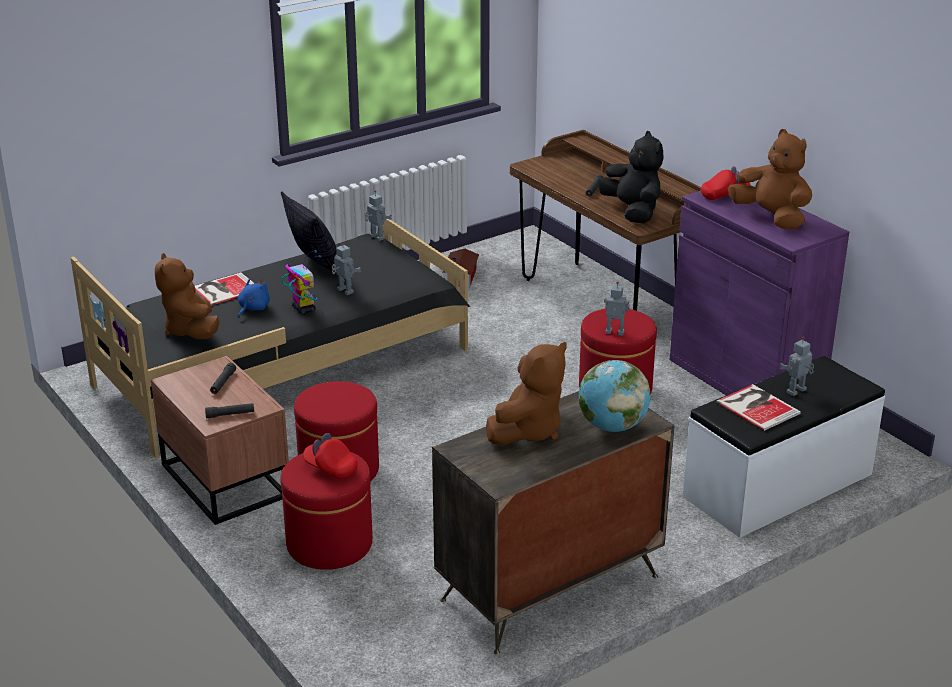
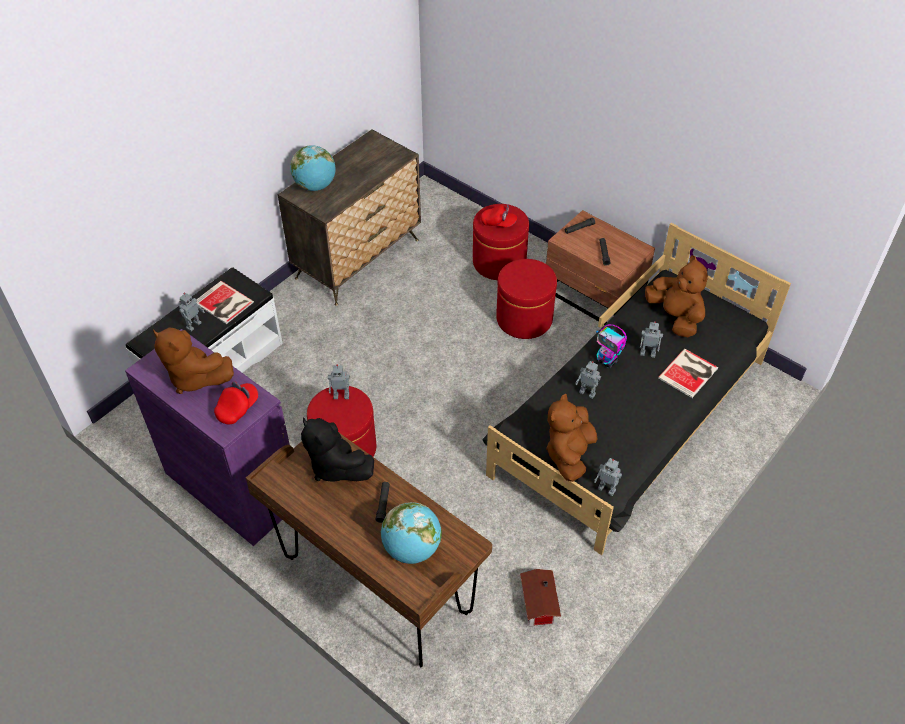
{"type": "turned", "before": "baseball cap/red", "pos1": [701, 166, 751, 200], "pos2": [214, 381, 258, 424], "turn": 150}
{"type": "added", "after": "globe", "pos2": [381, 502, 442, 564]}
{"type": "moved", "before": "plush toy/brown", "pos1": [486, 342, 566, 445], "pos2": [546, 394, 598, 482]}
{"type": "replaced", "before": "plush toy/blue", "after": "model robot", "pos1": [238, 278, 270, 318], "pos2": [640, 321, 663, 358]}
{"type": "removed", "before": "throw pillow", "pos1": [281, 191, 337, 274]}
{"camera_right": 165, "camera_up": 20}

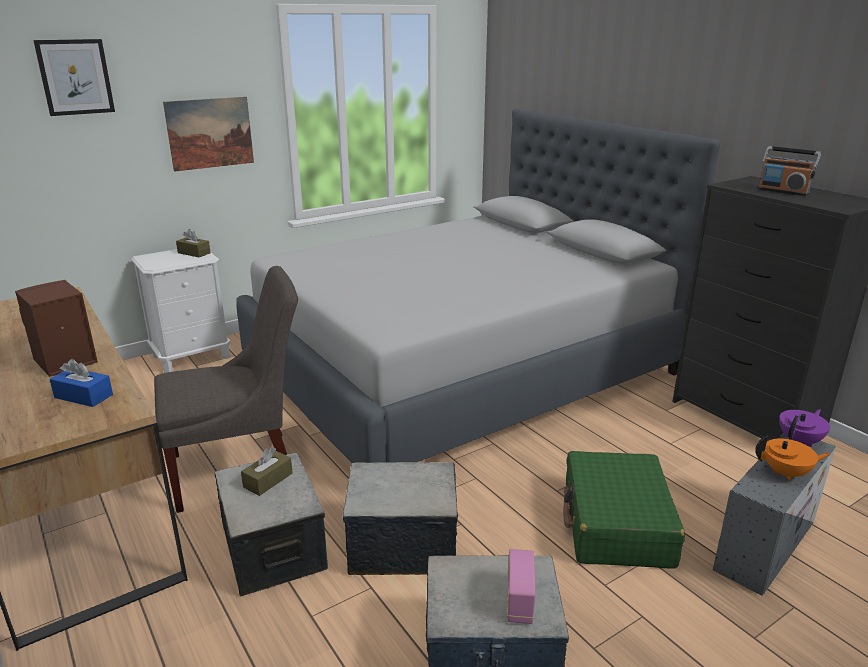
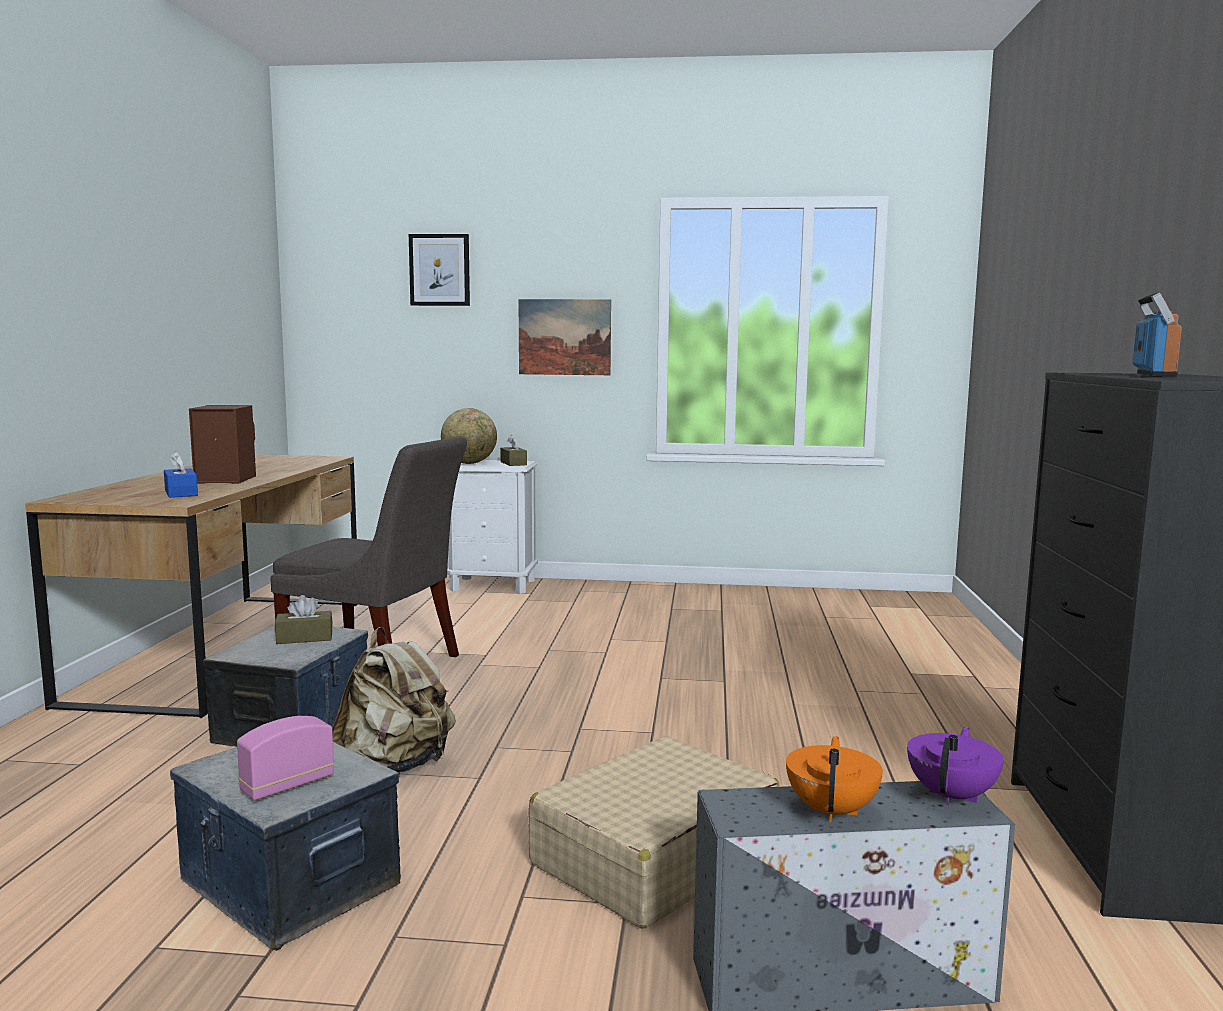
{"type": "replaced", "before": "storage box", "after": "knapsack/beige-coloured", "pos1": [343, 462, 458, 575], "pos2": [332, 627, 456, 772]}
{"type": "added", "after": "globe", "pos2": [441, 408, 497, 464]}
{"type": "recoloured", "before": "suitcase/green", "after": "suitcase/beige-coloured", "pos1": [564, 451, 685, 569], "pos2": [528, 736, 780, 928]}
{"type": "turned", "before": "teapot/orange", "pos1": [755, 436, 831, 481], "pos2": [786, 736, 883, 822], "turn": -120}
{"type": "turned", "before": "teapot/purple", "pos1": [779, 409, 830, 447], "pos2": [907, 727, 1004, 805], "turn": -60}
{"type": "turned", "before": "radio", "pos1": [758, 146, 821, 196], "pos2": [1132, 293, 1182, 377], "turn": -150}
{"type": "removed", "before": "sleeping bed/gray", "pos1": [236, 108, 720, 463]}
{"camera_right": 40, "camera_up": -15}

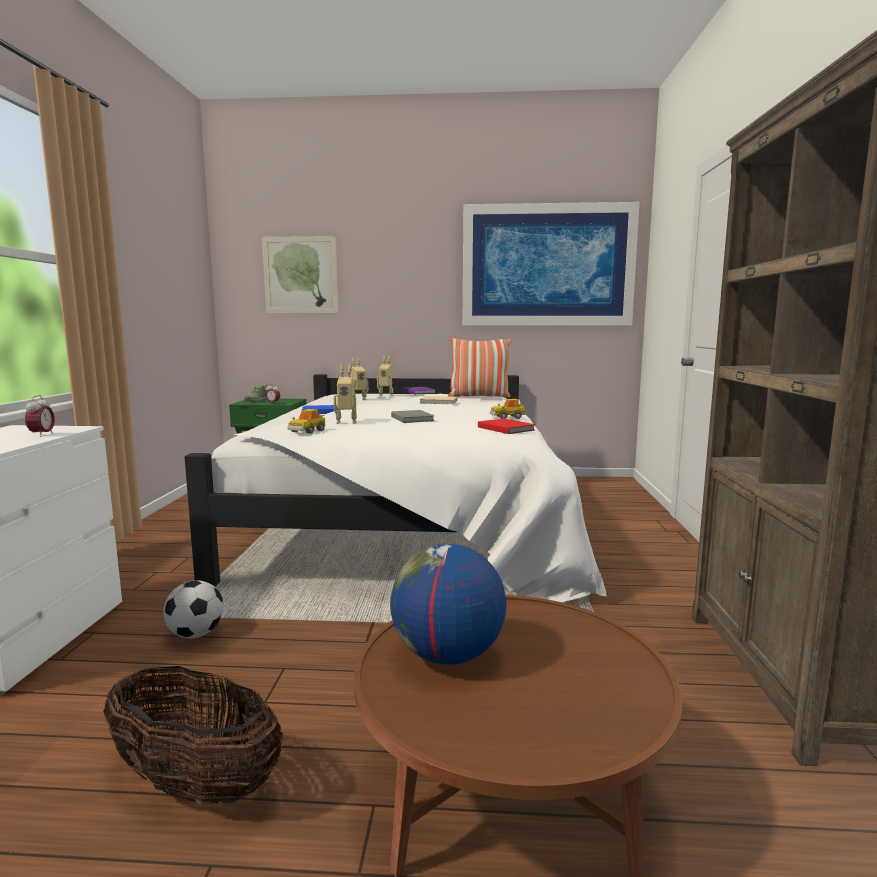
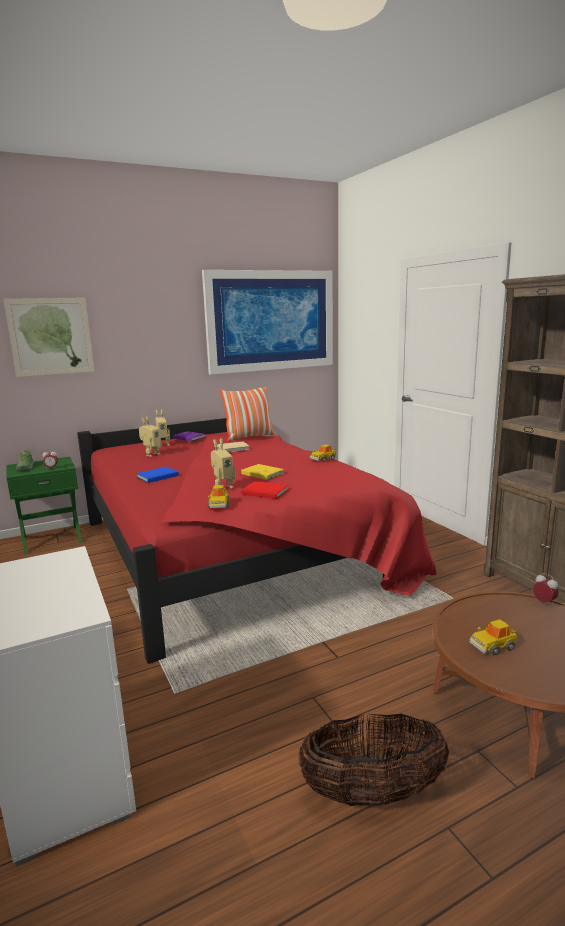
{"type": "recoloured", "before": "sleeping bed/white", "after": "sleeping bed/red", "pos1": [185, 374, 607, 602], "pos2": [77, 418, 436, 664]}
{"type": "recoloured", "before": "volume/gray", "after": "volume/yellow-coloured", "pos1": [391, 410, 434, 423], "pos2": [241, 464, 284, 480]}
{"type": "moved", "before": "volume/red", "pos1": [478, 418, 536, 434], "pos2": [242, 481, 289, 499]}
{"type": "replaced", "before": "globe", "after": "model car", "pos1": [390, 544, 506, 665], "pos2": [470, 619, 517, 656]}
{"type": "moved", "before": "alarm clock", "pos1": [25, 395, 55, 437], "pos2": [533, 573, 559, 605]}
{"type": "removed", "before": "football", "pos1": [163, 580, 224, 638]}
{"camera_right": -30, "camera_up": 5}

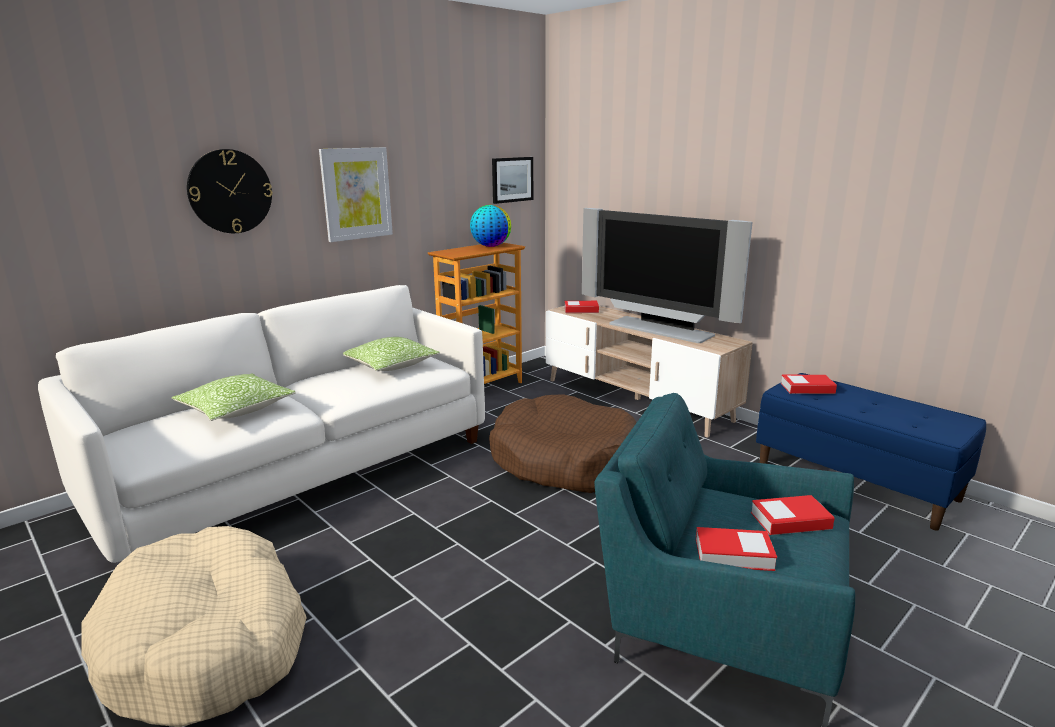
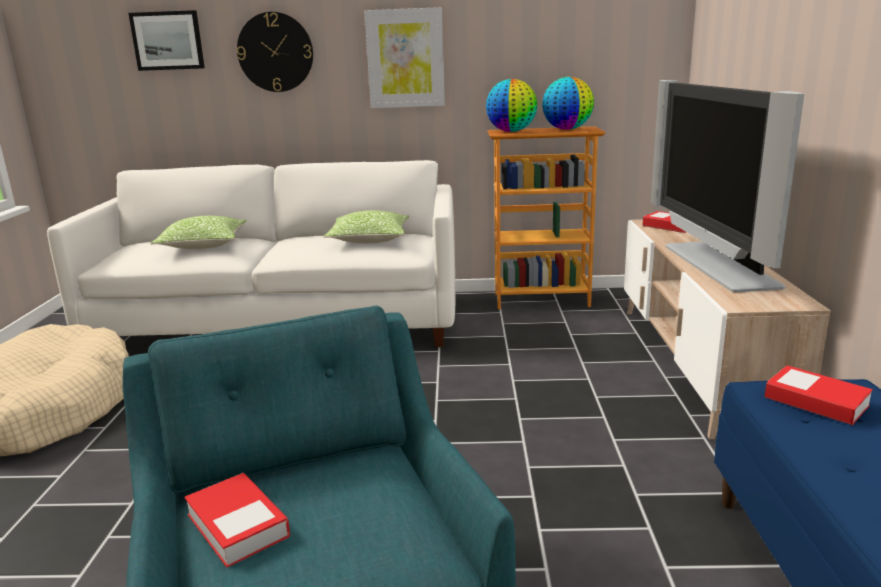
{"type": "moved", "before": "wall picture", "pos1": [492, 157, 533, 204], "pos2": [128, 10, 205, 71]}
{"type": "added", "after": "globe", "pos2": [486, 79, 537, 132]}
{"type": "removed", "before": "dog bed/brown", "pos1": [489, 394, 637, 493]}
{"type": "removed", "before": "volume", "pos1": [751, 495, 835, 535]}
{"camera_right": 45, "camera_up": 0}

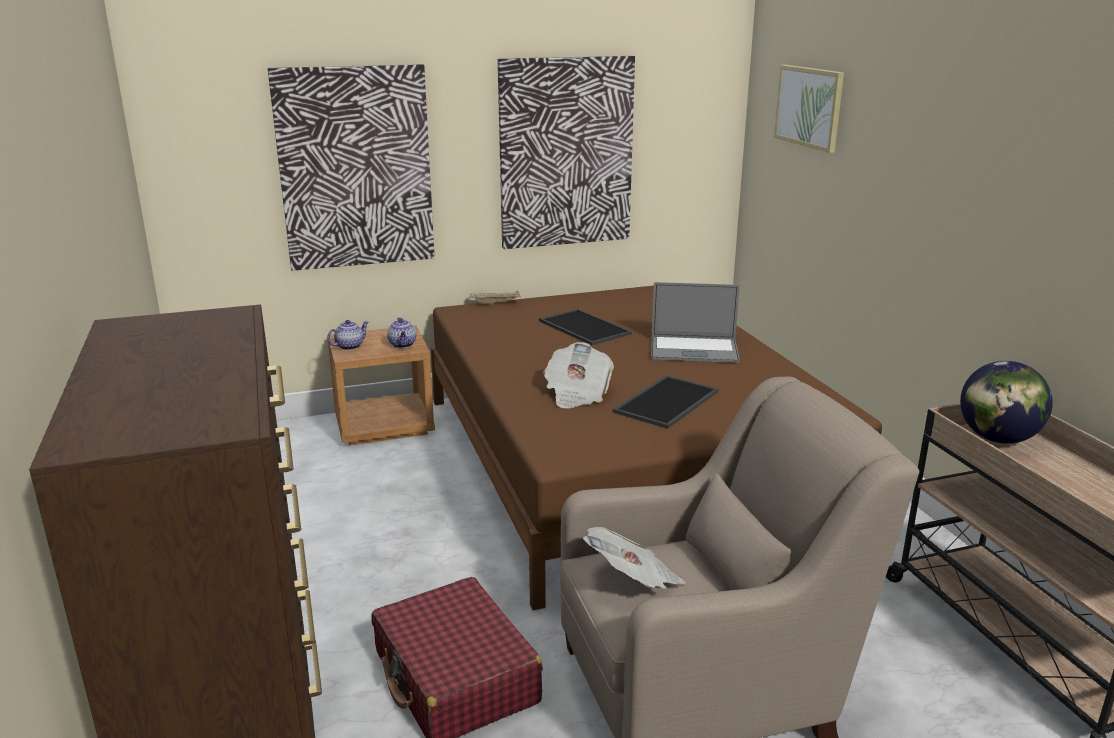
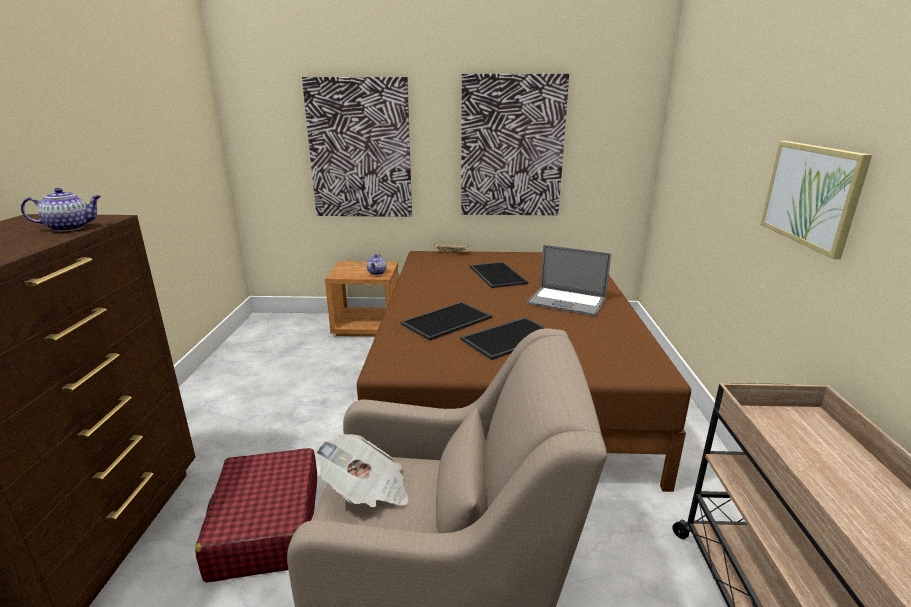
{"type": "moved", "before": "teapot", "pos1": [327, 320, 369, 350], "pos2": [21, 188, 101, 232]}
{"type": "replaced", "before": "newspaper", "after": "tray", "pos1": [544, 342, 614, 408], "pos2": [401, 302, 492, 341]}
{"type": "moved", "before": "wall picture", "pos1": [774, 65, 844, 153], "pos2": [760, 141, 872, 259]}
{"type": "removed", "before": "globe", "pos1": [960, 361, 1053, 444]}
{"camera_right": 20, "camera_up": 0}

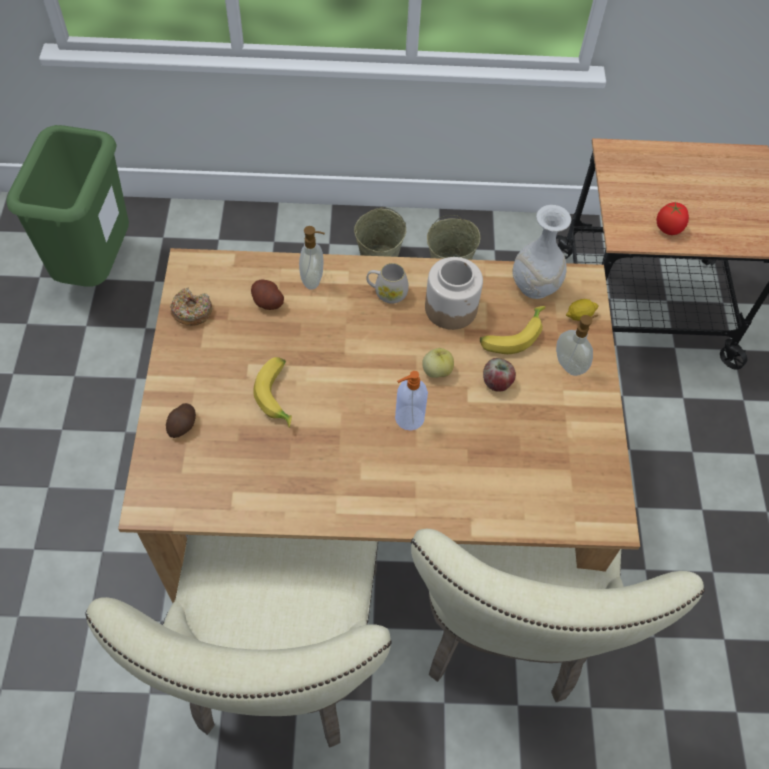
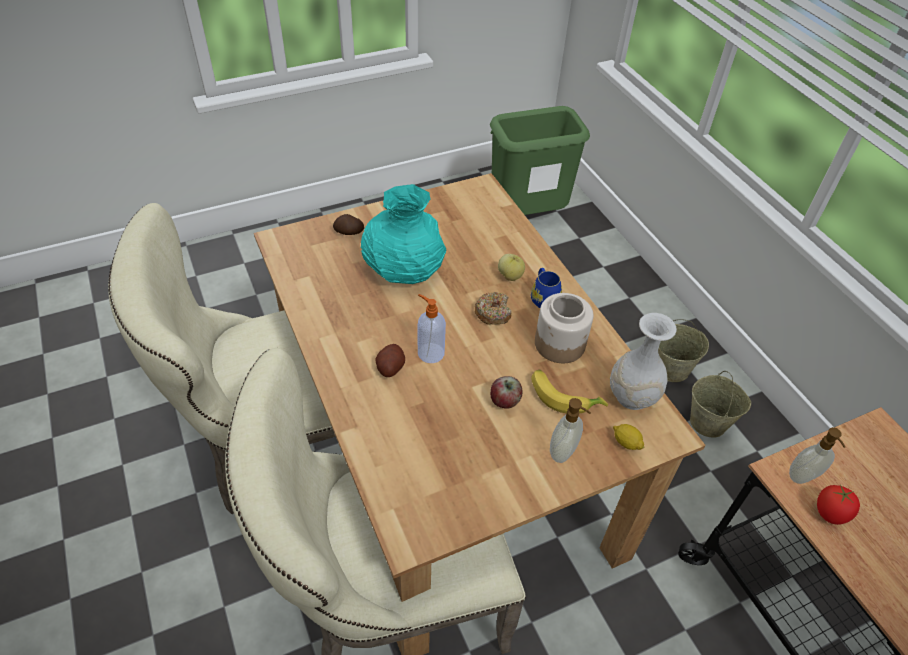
{"type": "replaced", "before": "banana fruit", "after": "decorative vase/blue-green", "pos1": [253, 357, 292, 427], "pos2": [361, 184, 446, 284]}
{"type": "moved", "before": "whole potato", "pos1": [251, 280, 284, 310], "pos2": [375, 344, 405, 377]}
{"type": "moved", "before": "doughnut", "pos1": [170, 288, 212, 326], "pos2": [475, 292, 512, 325]}
{"type": "moved", "before": "apple fruit", "pos1": [422, 348, 454, 378], "pos2": [498, 254, 525, 281]}
{"type": "recoloured", "before": "tea mug/white", "after": "tea mug/blue", "pos1": [366, 263, 409, 304], "pos2": [531, 268, 562, 308]}
{"type": "moved", "before": "soap dispenser", "pos1": [299, 226, 325, 290], "pos2": [789, 427, 845, 484]}
{"camera_right": 65, "camera_up": -10}

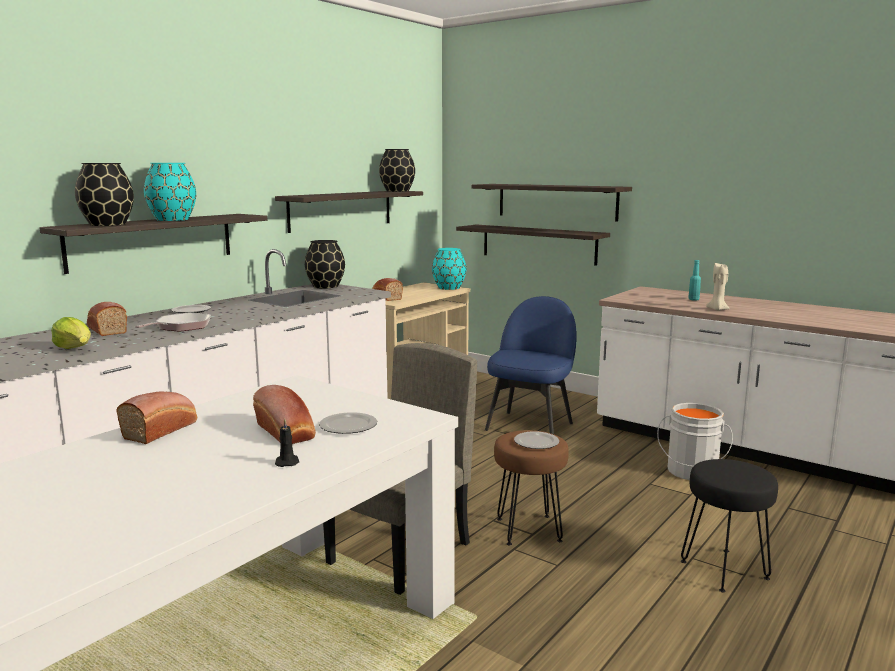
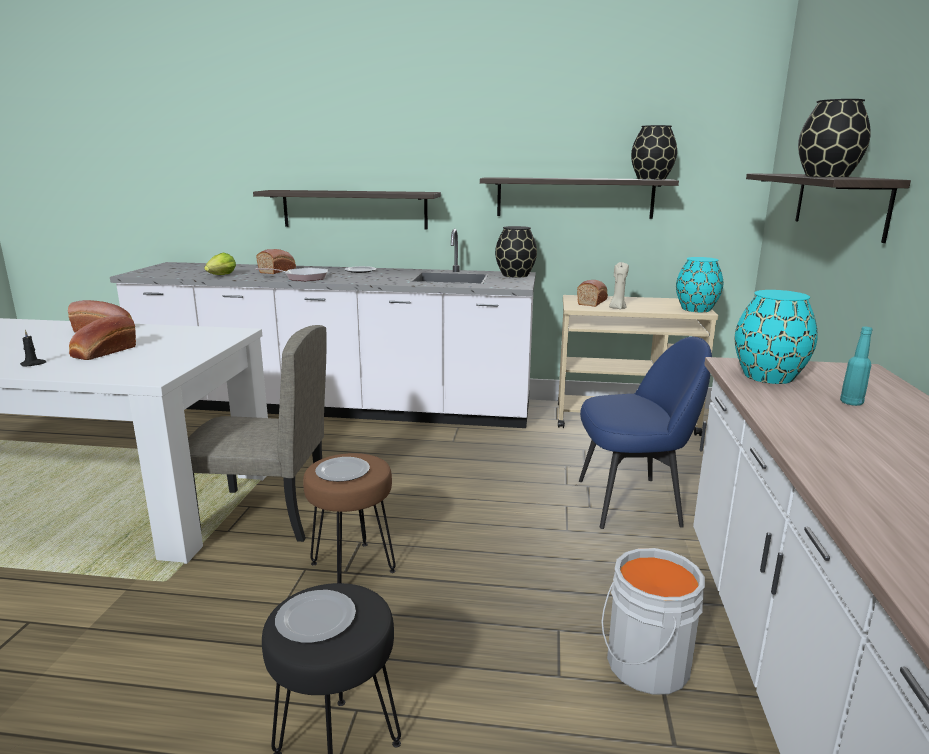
{"type": "moved", "before": "flat dish", "pos1": [319, 412, 377, 434], "pos2": [275, 590, 356, 643]}
{"type": "moved", "before": "wax candle/beige-coloured", "pos1": [706, 263, 730, 310], "pos2": [609, 262, 629, 309]}
{"type": "moved", "before": "decorative vase/blue-green", "pos1": [144, 163, 196, 221], "pos2": [735, 290, 818, 384]}
{"type": "moved", "before": "decorative vase/black", "pos1": [75, 163, 134, 226], "pos2": [798, 99, 871, 177]}
{"type": "removed", "before": "wall shelf", "pos1": [456, 225, 610, 266]}
{"camera_right": 60, "camera_up": 5}

